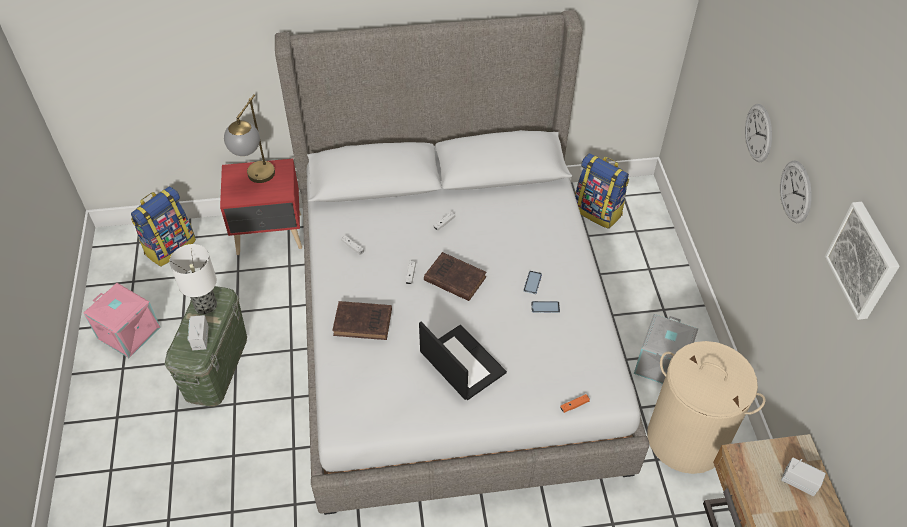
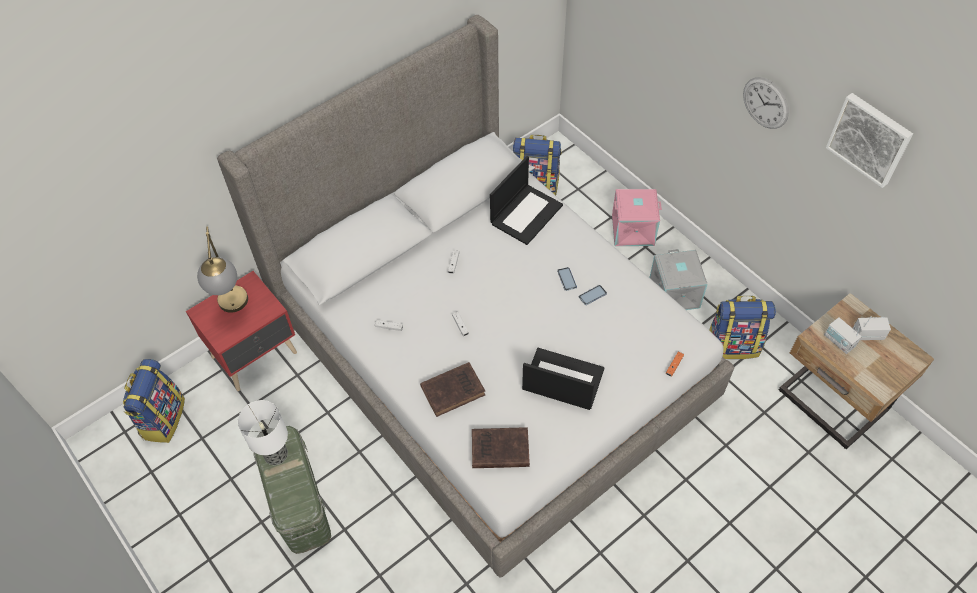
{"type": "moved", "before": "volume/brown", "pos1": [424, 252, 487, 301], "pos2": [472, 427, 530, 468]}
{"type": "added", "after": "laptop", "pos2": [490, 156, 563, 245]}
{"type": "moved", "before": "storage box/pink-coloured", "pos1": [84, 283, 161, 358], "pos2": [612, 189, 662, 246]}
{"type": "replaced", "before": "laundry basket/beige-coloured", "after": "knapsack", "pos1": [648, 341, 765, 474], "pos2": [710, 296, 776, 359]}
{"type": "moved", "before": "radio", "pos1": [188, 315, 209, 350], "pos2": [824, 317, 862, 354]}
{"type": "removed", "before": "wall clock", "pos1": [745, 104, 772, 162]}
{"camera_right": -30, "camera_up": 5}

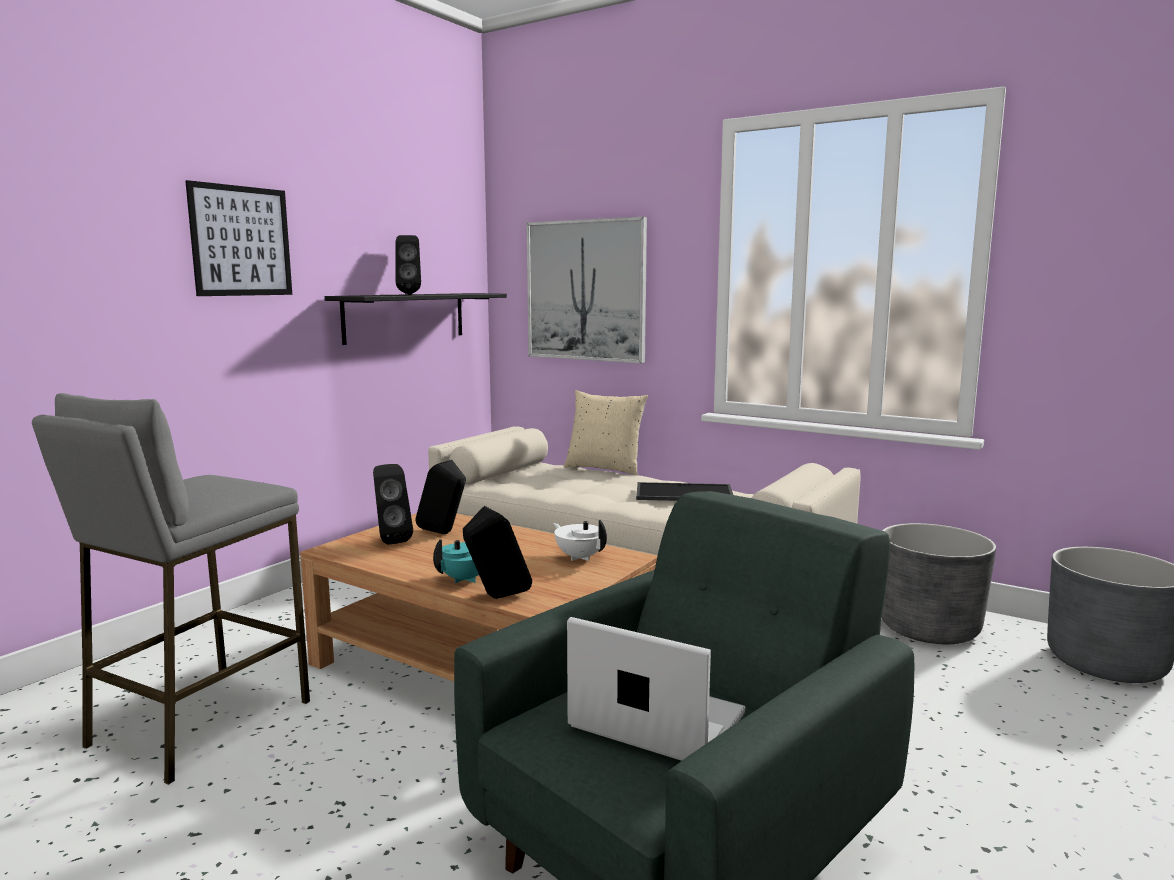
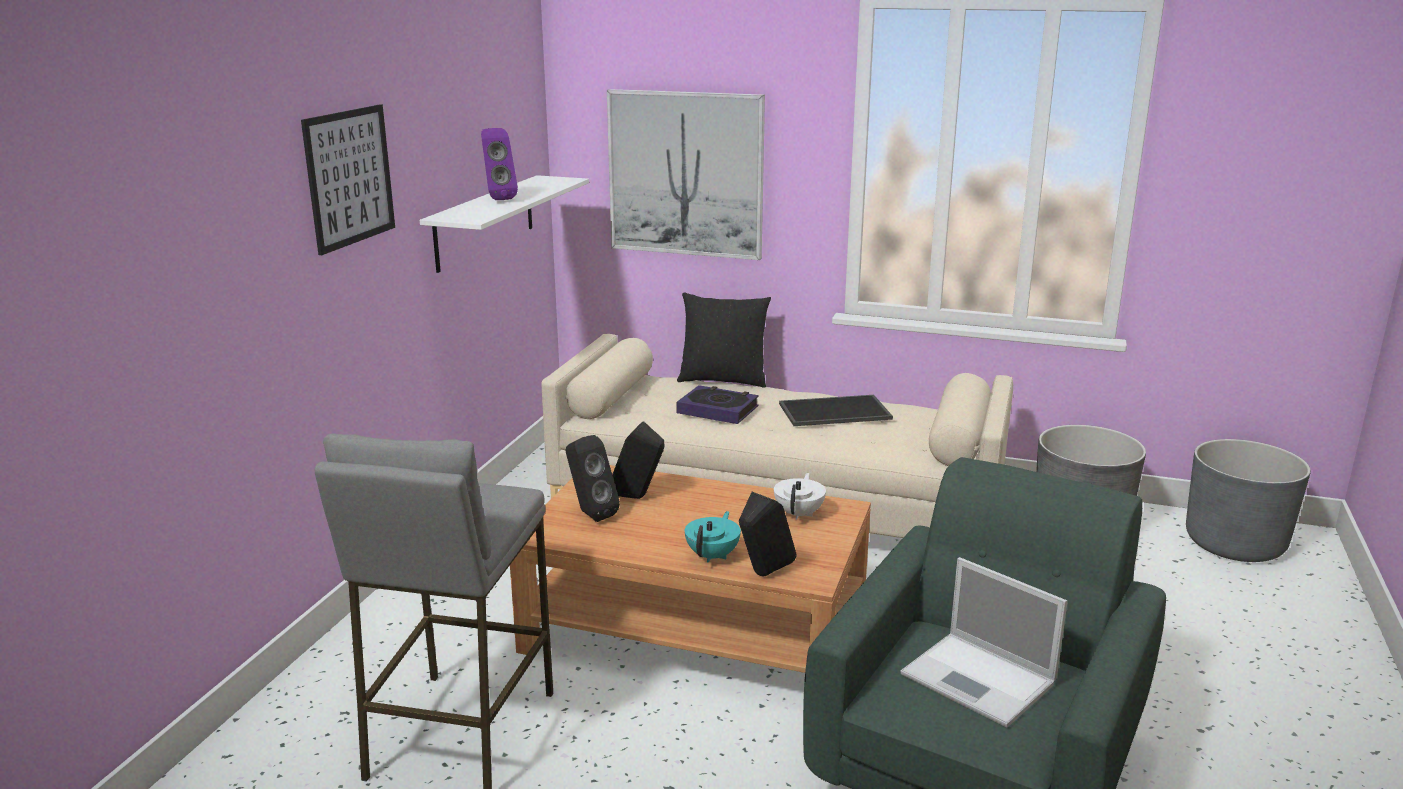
{"type": "recoloured", "before": "wall shelf/black", "after": "wall shelf/white", "pos1": [325, 293, 507, 345], "pos2": [420, 175, 589, 273]}
{"type": "recoloured", "before": "loudspeaker/black", "after": "loudspeaker/purple", "pos1": [396, 235, 421, 295], "pos2": [481, 128, 518, 200]}
{"type": "added", "after": "volume", "pos2": [676, 385, 759, 424]}
{"type": "recoloured", "before": "throw pillow/beige-coloured", "after": "throw pillow/black", "pos1": [564, 390, 648, 475], "pos2": [677, 292, 771, 388]}
{"type": "turned", "before": "teapot/white", "pos1": [553, 520, 607, 561], "pos2": [774, 473, 826, 520], "turn": 75}
{"type": "turned", "before": "laptop", "pos1": [567, 617, 745, 761], "pos2": [901, 557, 1068, 727], "turn": -150}
{"camera_right": -15, "camera_up": 10}

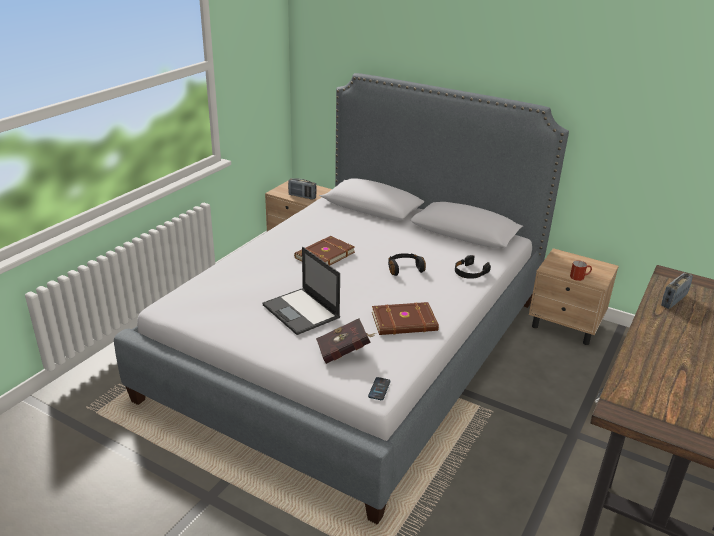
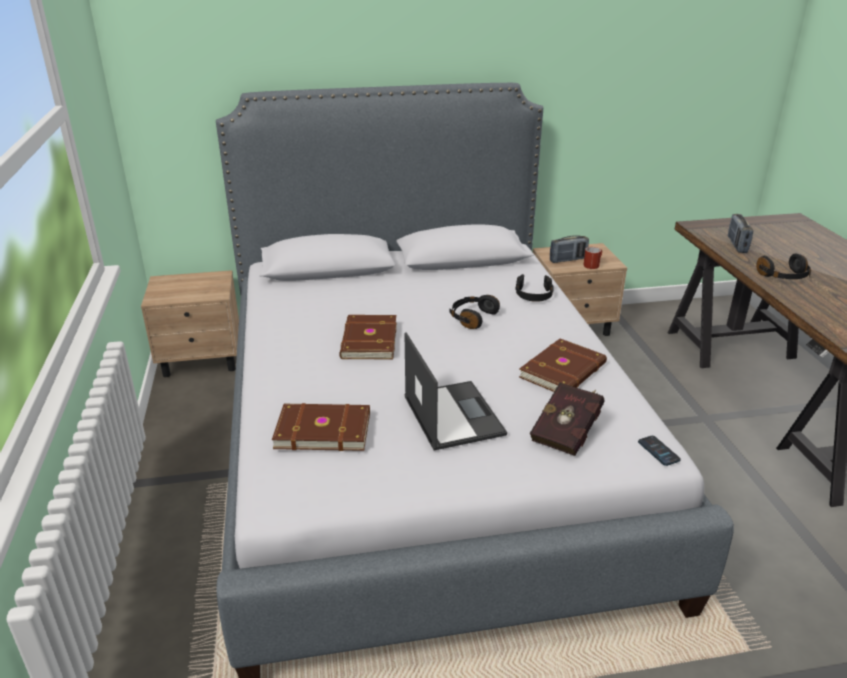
{"type": "added", "after": "volume/brown", "pos2": [272, 403, 370, 451]}
{"type": "turned", "before": "laptop", "pos1": [262, 247, 340, 335], "pos2": [405, 332, 507, 450], "turn": -120}
{"type": "moved", "before": "radio", "pos1": [288, 178, 317, 200], "pos2": [550, 235, 589, 263]}
{"type": "added", "after": "headset/black", "pos2": [756, 253, 811, 279]}
{"camera_right": -40, "camera_up": 0}

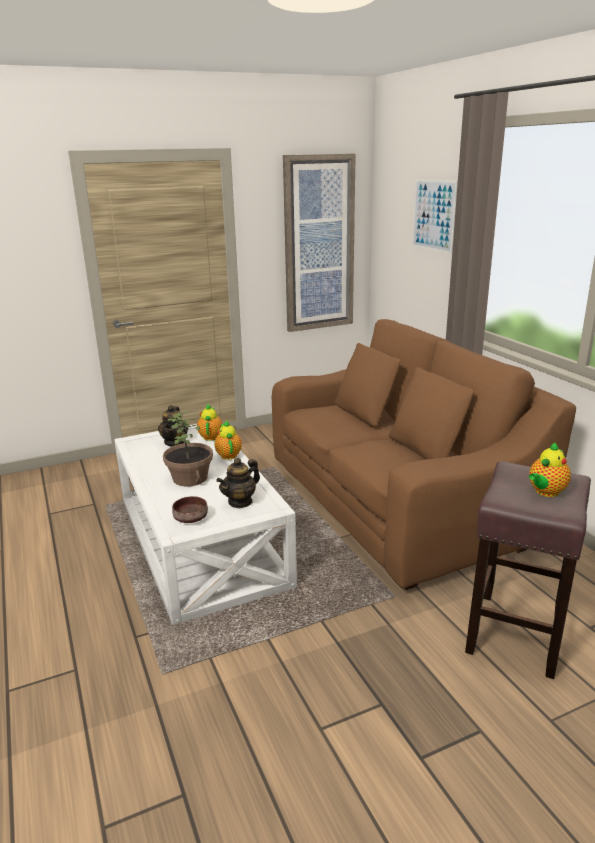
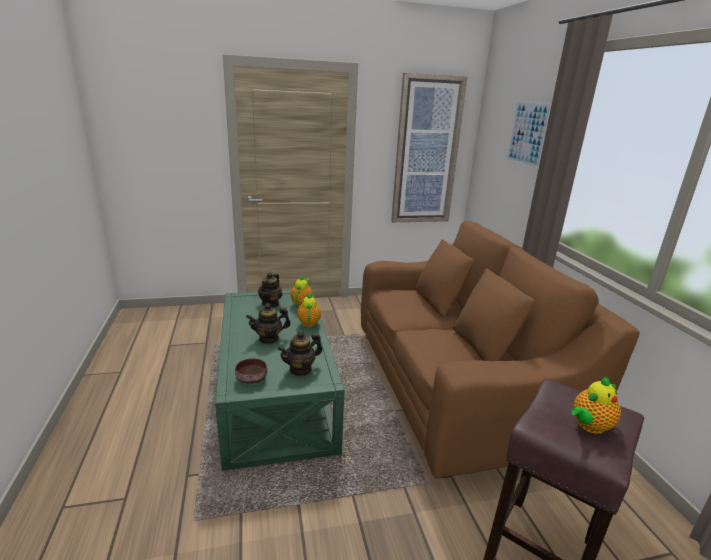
{"type": "recoloured", "before": "coffee table/white", "after": "coffee table/green", "pos1": [114, 424, 297, 625], "pos2": [215, 289, 345, 471]}
{"type": "replaced", "before": "potted plant", "after": "teapot", "pos1": [163, 412, 213, 486], "pos2": [246, 303, 291, 344]}
{"camera_right": 10, "camera_up": 0}

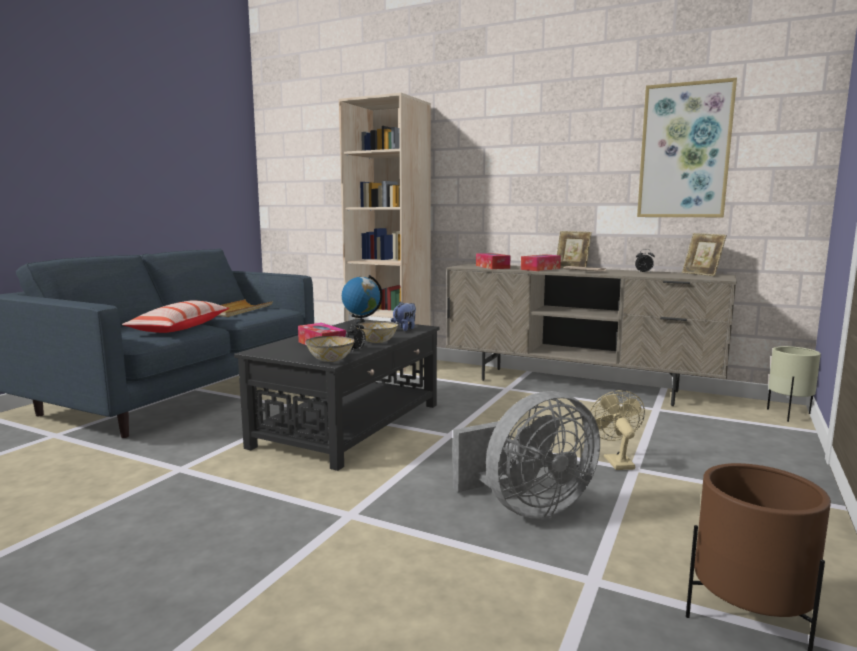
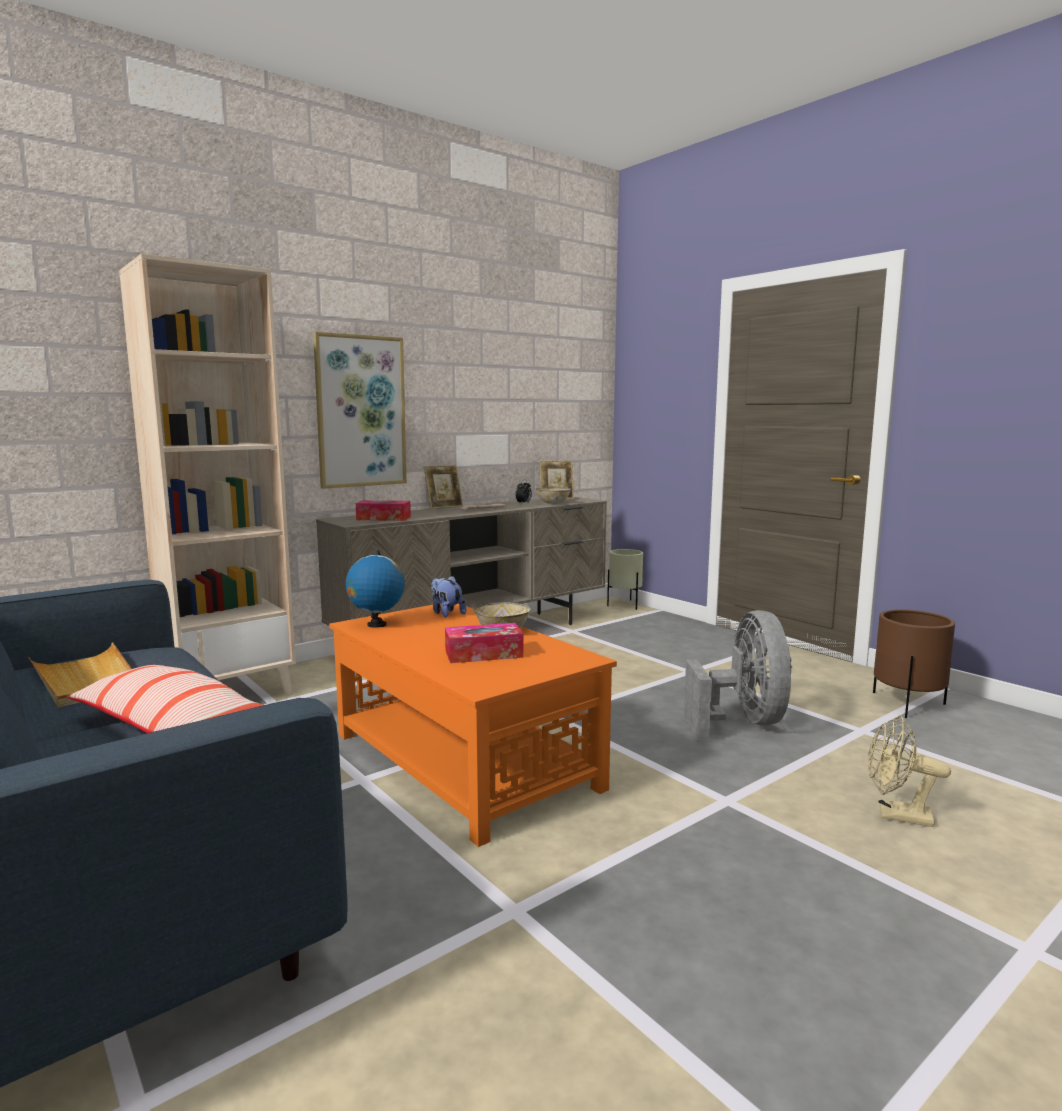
{"type": "moved", "before": "wall picture", "pos1": [637, 78, 737, 217], "pos2": [313, 332, 407, 489]}
{"type": "recoloured", "before": "coffee table/black", "after": "coffee table/orange", "pos1": [234, 319, 440, 471], "pos2": [329, 603, 617, 847]}
{"type": "moved", "before": "deep dish", "pos1": [305, 336, 355, 362], "pos2": [535, 487, 571, 504]}
{"type": "moved", "before": "fan/beige-coloured", "pos1": [590, 390, 645, 470], "pos2": [868, 715, 951, 827]}
{"type": "removed", "before": "alarm clock", "pos1": [345, 321, 366, 352]}
{"type": "removed", "before": "tissue box", "pos1": [521, 254, 561, 271]}
{"camera_right": -65, "camera_up": 0}

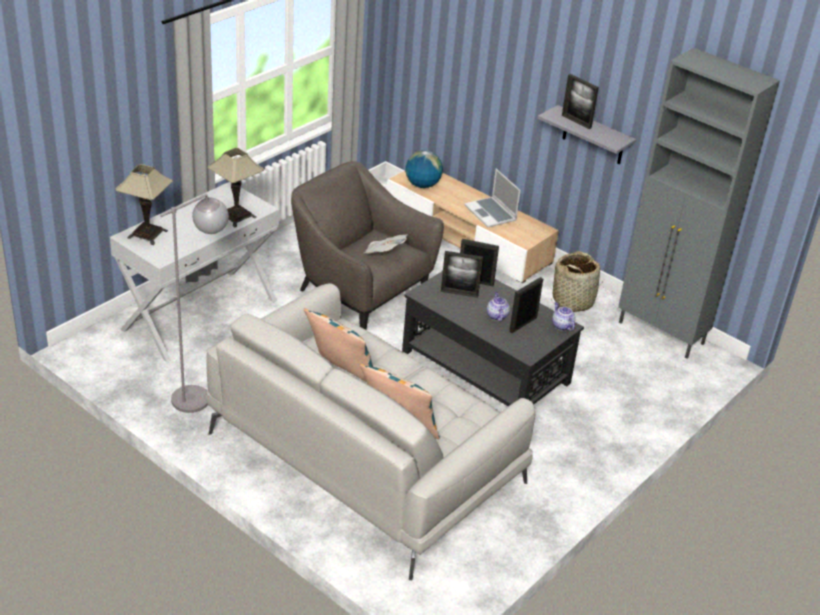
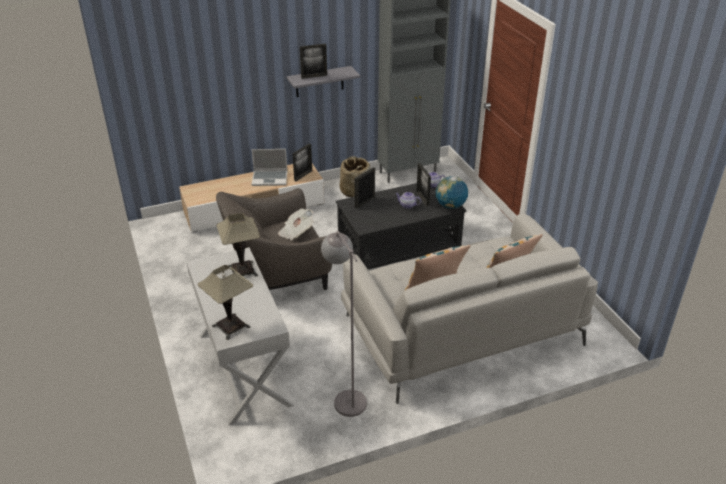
{"type": "moved", "before": "standing frame", "pos1": [441, 251, 483, 298], "pos2": [293, 143, 312, 181]}
{"type": "moved", "before": "globe", "pos1": [405, 150, 443, 188], "pos2": [436, 176, 468, 209]}
{"camera_right": -60, "camera_up": 0}

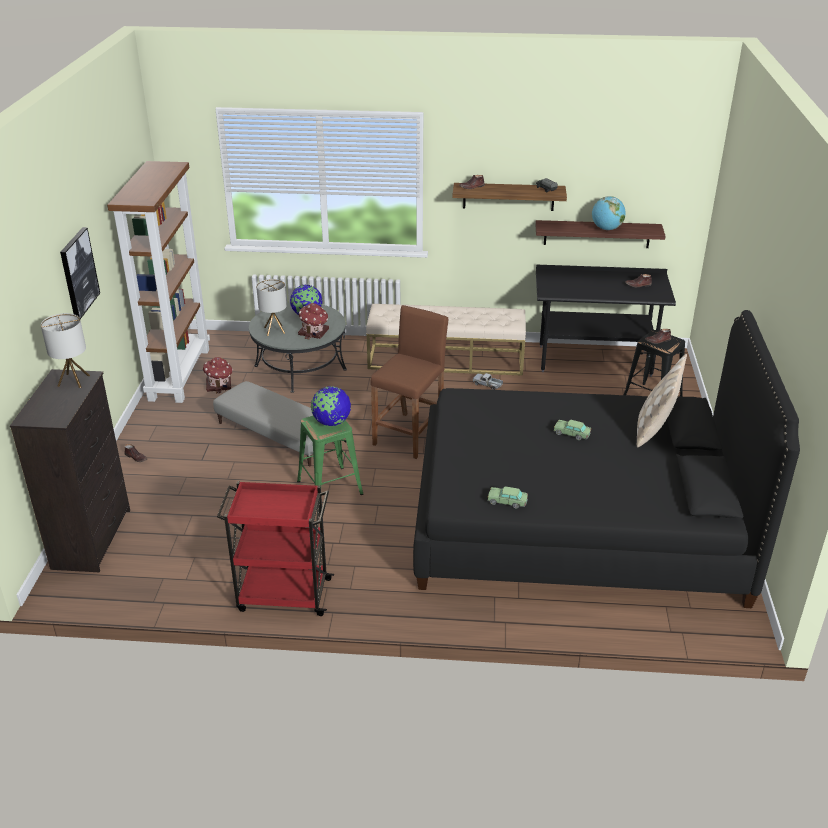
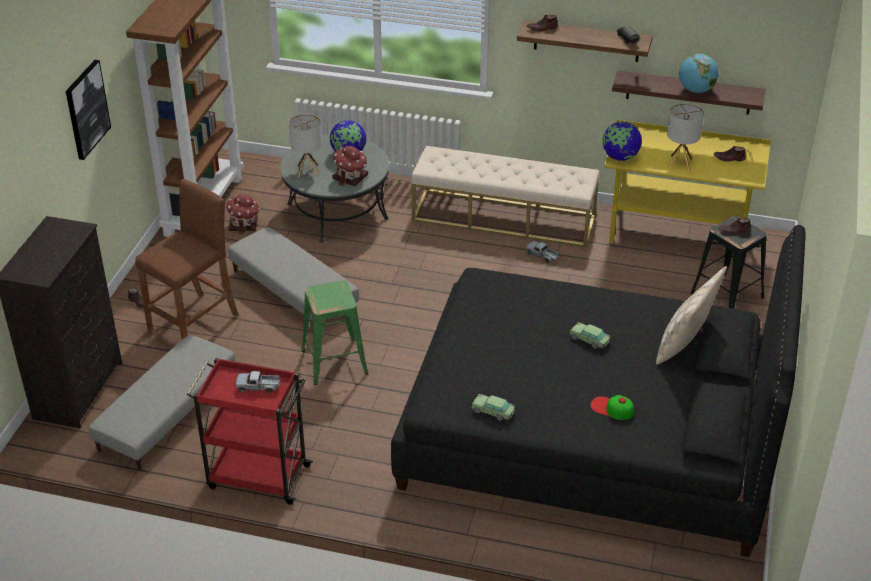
{"type": "added", "after": "footrest/gray", "pos2": [88, 335, 236, 471]}
{"type": "moved", "before": "stool seat/brown", "pos1": [371, 305, 448, 459], "pos2": [135, 179, 239, 339]}
{"type": "added", "after": "model truck", "pos2": [235, 371, 280, 393]}
{"type": "added", "after": "baseball cap", "pos2": [591, 395, 634, 420]}
{"type": "moved", "before": "globe", "pos1": [311, 386, 351, 426], "pos2": [602, 121, 642, 161]}
{"type": "recoloured", "before": "desk/black", "after": "desk/yellow-coloured", "pos1": [536, 265, 676, 377], "pos2": [605, 120, 771, 246]}
{"type": "moved", "before": "tabletop lamp", "pos1": [41, 313, 90, 388], "pos2": [667, 103, 704, 170]}
{"camera_right": 10, "camera_up": 5}

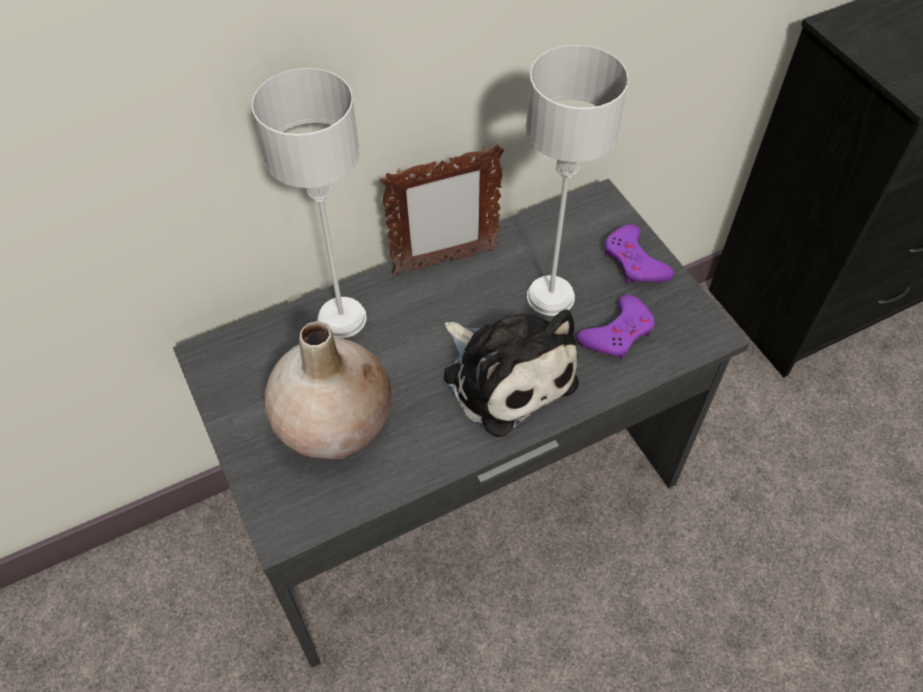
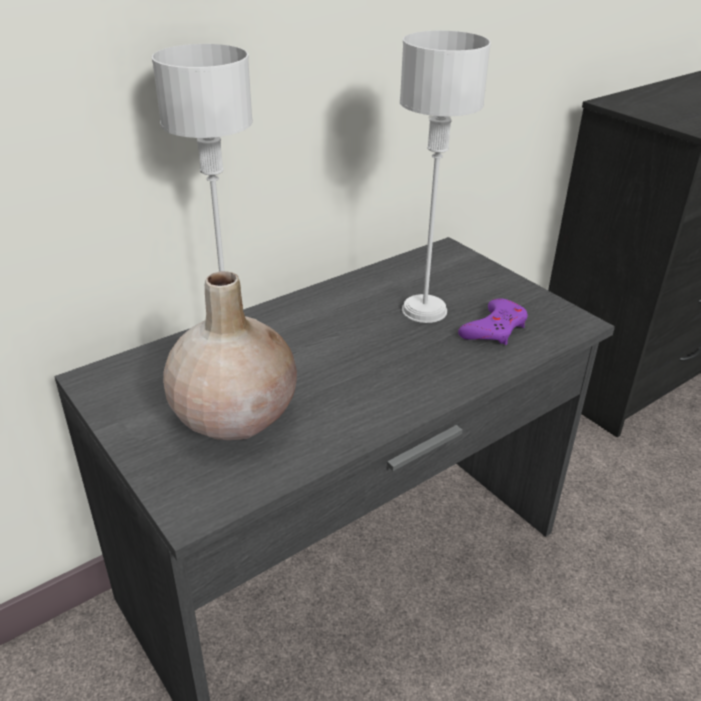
{"type": "removed", "before": "standing frame", "pos1": [380, 145, 504, 276]}
{"type": "removed", "before": "plush toy", "pos1": [444, 309, 579, 437]}
{"type": "removed", "before": "joypad/purple", "pos1": [605, 224, 674, 283]}
{"camera_right": -10, "camera_up": -20}

